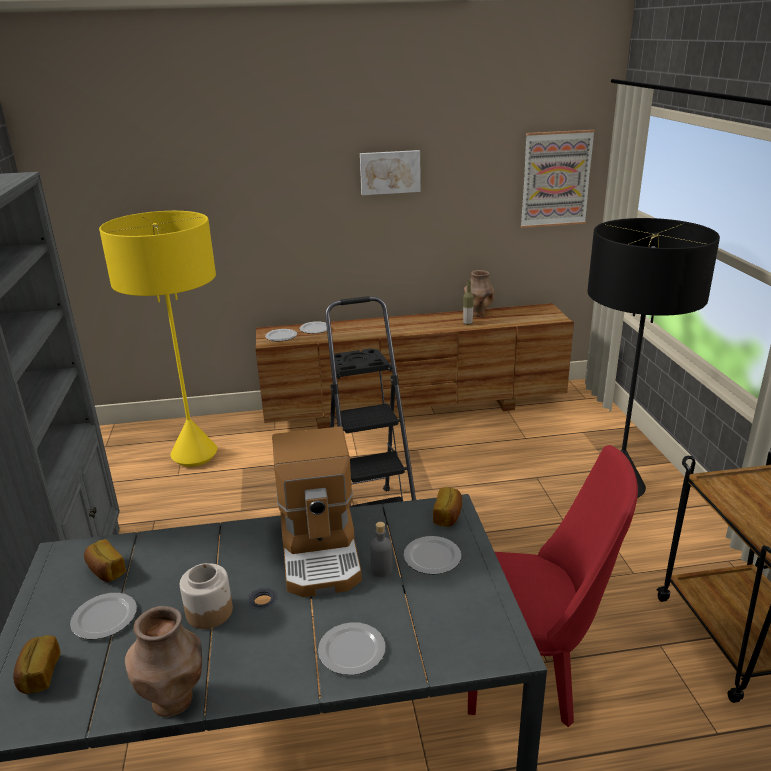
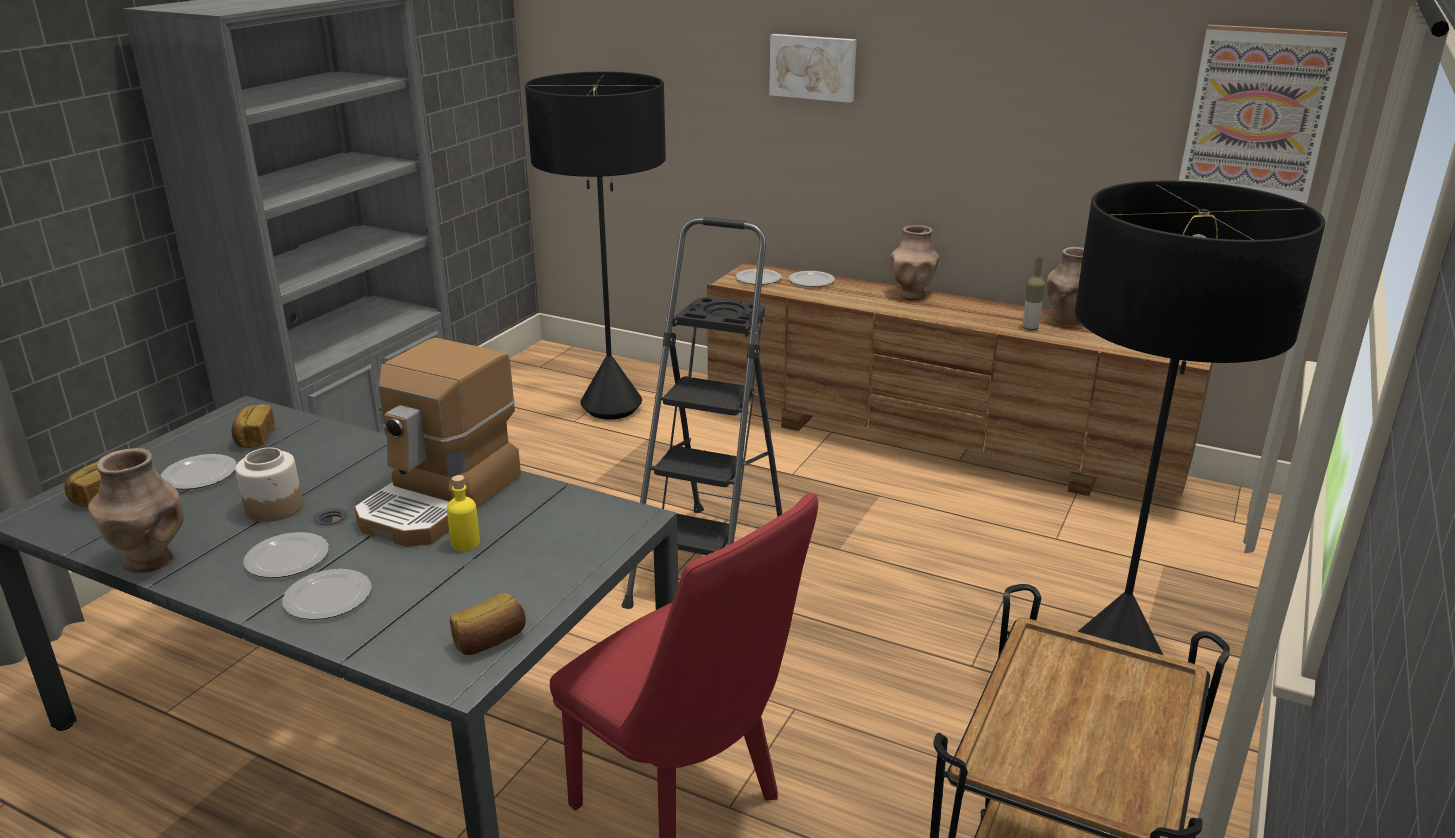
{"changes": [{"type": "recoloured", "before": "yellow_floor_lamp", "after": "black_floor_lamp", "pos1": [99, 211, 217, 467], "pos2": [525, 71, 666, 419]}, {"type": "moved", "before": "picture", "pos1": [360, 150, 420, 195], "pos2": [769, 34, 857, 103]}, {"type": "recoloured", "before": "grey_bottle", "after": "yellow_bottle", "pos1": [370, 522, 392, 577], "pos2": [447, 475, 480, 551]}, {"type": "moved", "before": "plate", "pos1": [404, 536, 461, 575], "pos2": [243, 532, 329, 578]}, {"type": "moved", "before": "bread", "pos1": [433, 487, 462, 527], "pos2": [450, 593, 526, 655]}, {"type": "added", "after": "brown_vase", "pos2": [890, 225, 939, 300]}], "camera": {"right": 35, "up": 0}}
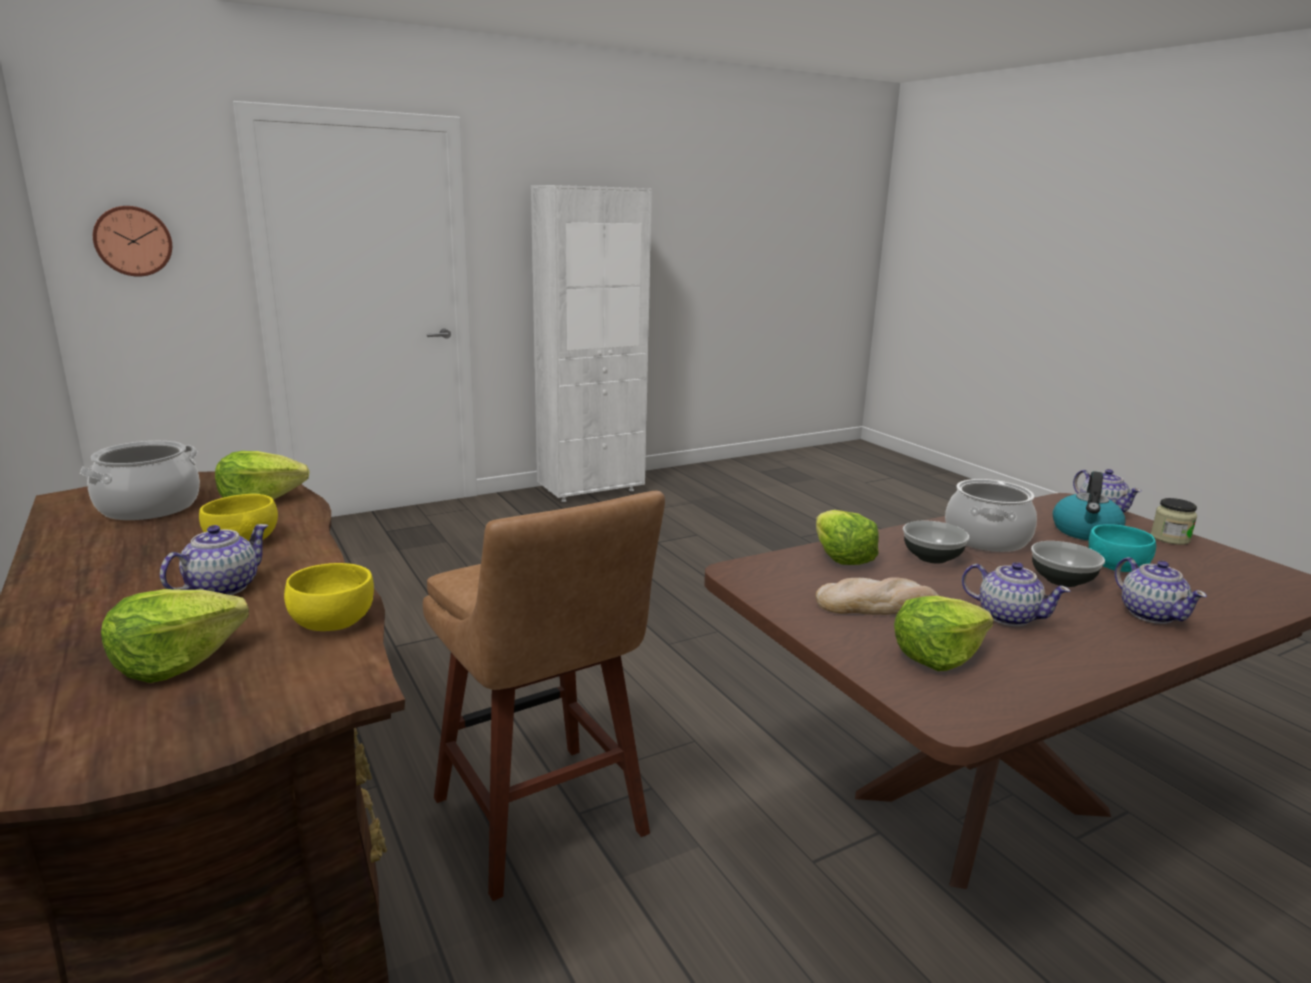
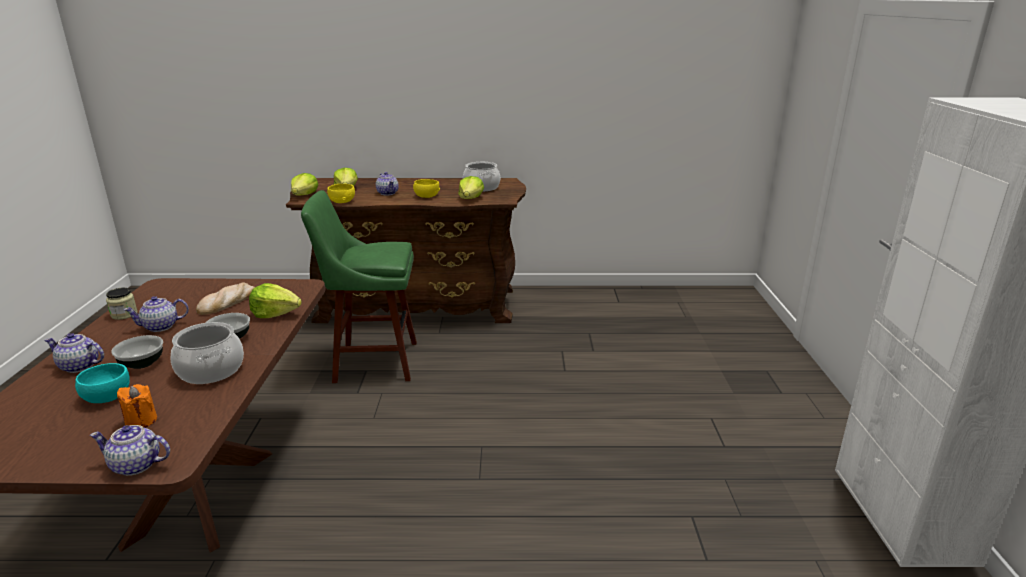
{"changes": [{"type": "removed", "before": "wall_clock", "pos1": [93, 206, 172, 277]}, {"type": "recoloured", "before": "brown_stool", "after": "green_stool", "pos1": [423, 491, 665, 901], "pos2": [301, 190, 417, 383]}, {"type": "moved", "before": "lettuce", "pos1": [894, 596, 994, 671], "pos2": [291, 173, 318, 195]}, {"type": "replaced", "before": "kettle", "after": "orange_candle", "pos1": [1053, 471, 1126, 541], "pos2": [117, 384, 157, 428]}, {"type": "moved", "before": "jar", "pos1": [1151, 498, 1197, 545], "pos2": [106, 288, 137, 320]}], "camera": {"right": 120, "up": 5}}
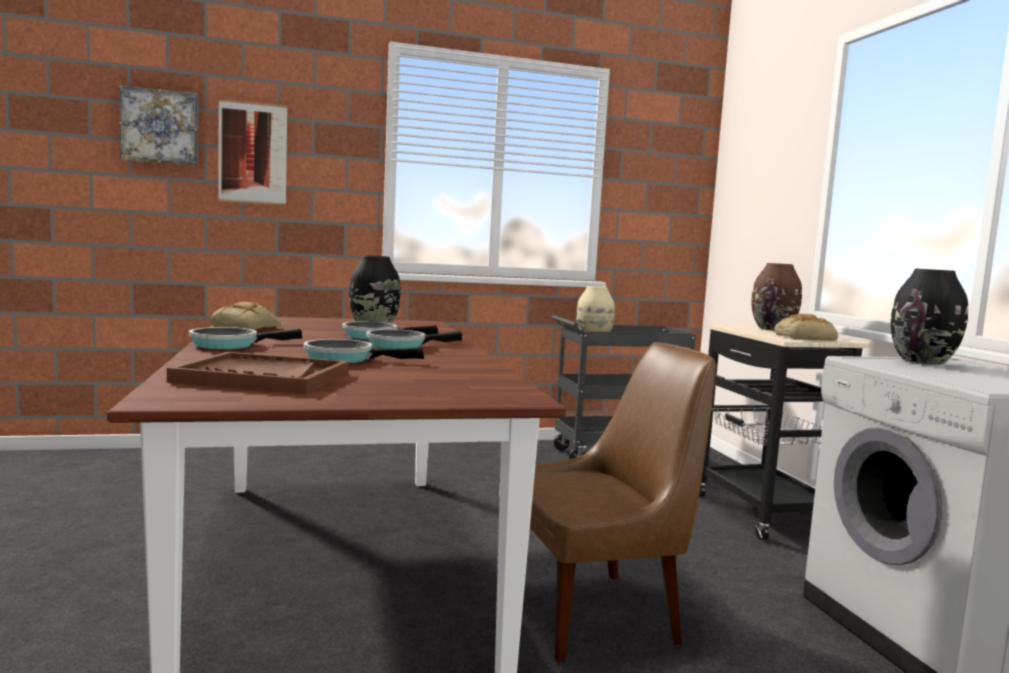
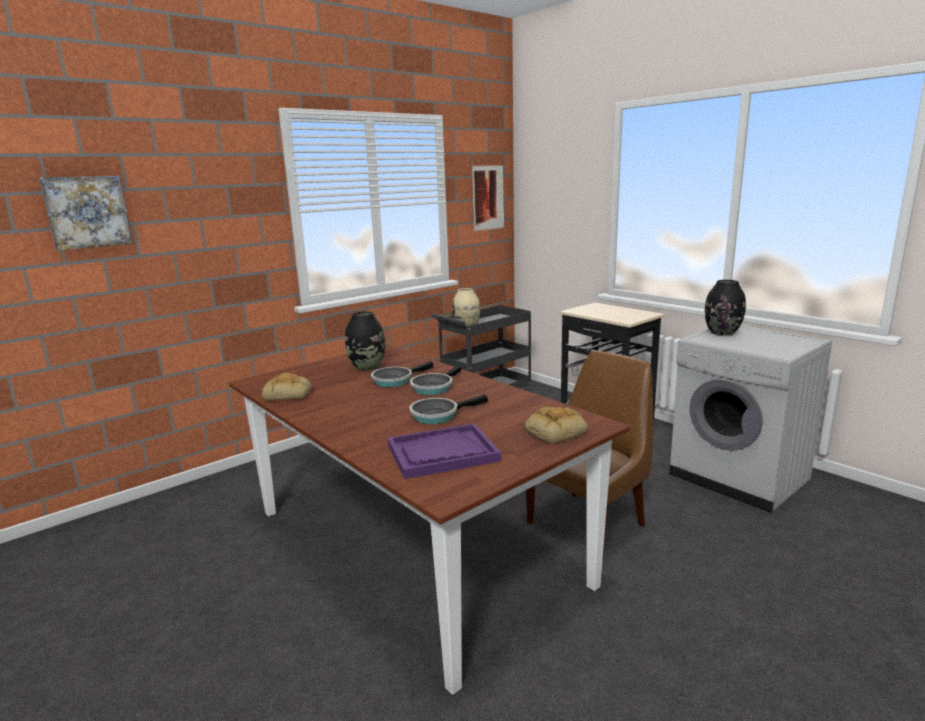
{"changes": [{"type": "recoloured", "before": "brown_tray", "after": "purple_tray", "pos1": [167, 352, 349, 394], "pos2": [388, 423, 501, 479]}, {"type": "removed", "before": "frying_pan", "pos1": [189, 327, 302, 350]}, {"type": "moved", "before": "picture", "pos1": [218, 99, 287, 205], "pos2": [472, 165, 504, 232]}, {"type": "removed", "before": "brown_vase", "pos1": [751, 263, 802, 331]}, {"type": "moved", "before": "bread", "pos1": [774, 314, 838, 340], "pos2": [524, 407, 588, 444]}], "camera": {"right": -25, "up": 10}}
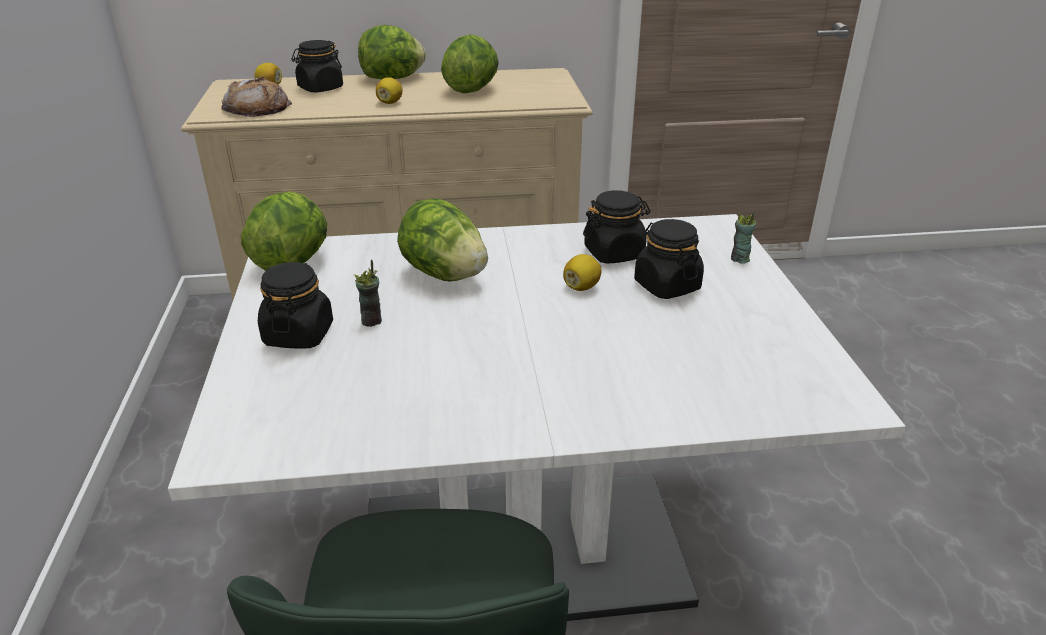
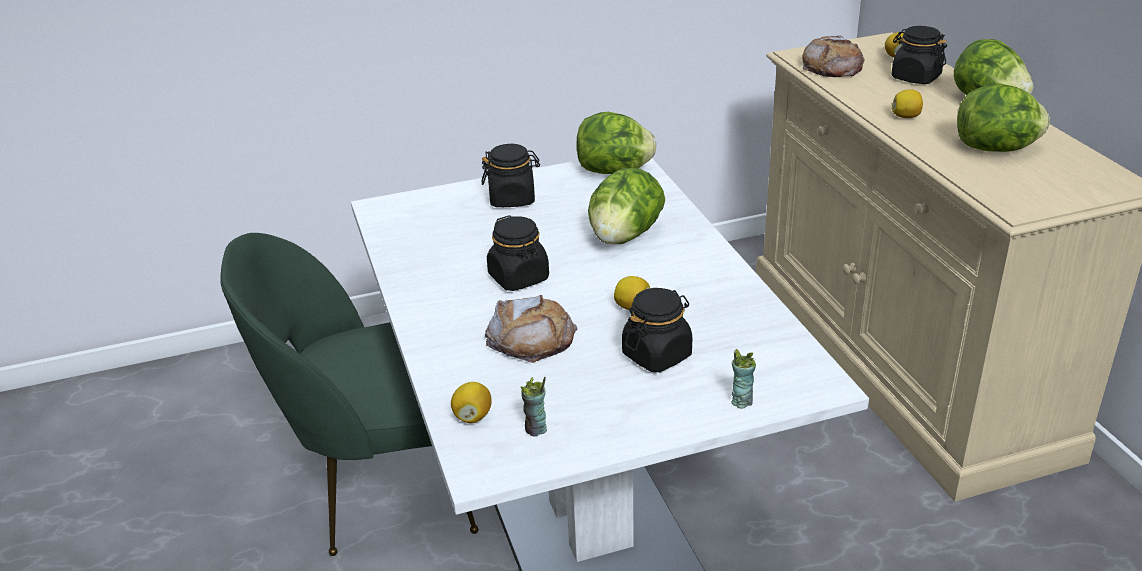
{"changes": [{"type": "moved", "before": "cup", "pos1": [353, 260, 382, 327], "pos2": [521, 377, 547, 436]}, {"type": "moved", "before": "black_jar", "pos1": [583, 190, 651, 264], "pos2": [487, 215, 549, 291]}, {"type": "added", "after": "lemon", "pos2": [451, 382, 491, 423]}, {"type": "added", "after": "bread", "pos2": [485, 295, 578, 363]}], "camera": {"right": 80, "up": 0}}
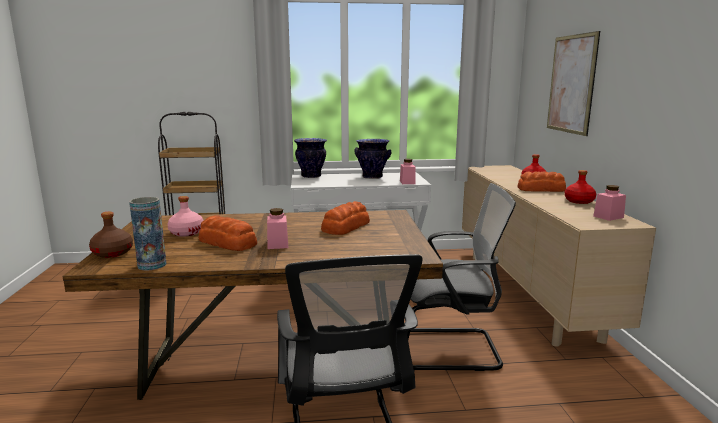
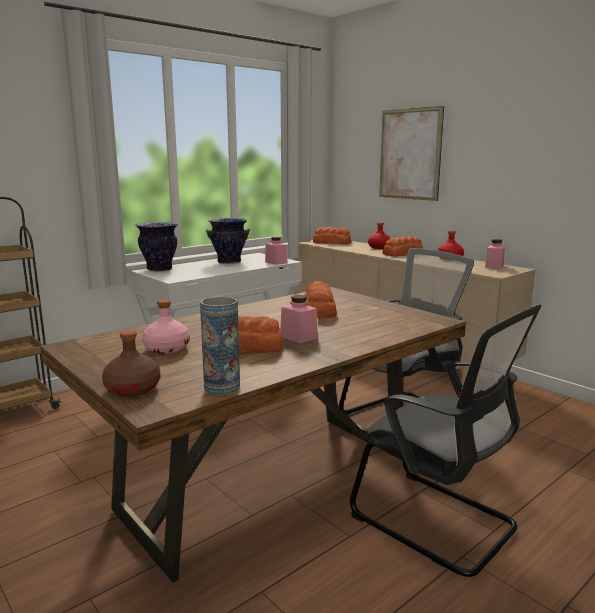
{"changes": [{"type": "added", "after": "bread", "pos2": [313, 227, 351, 244]}], "camera": {"right": -35, "up": 0}}
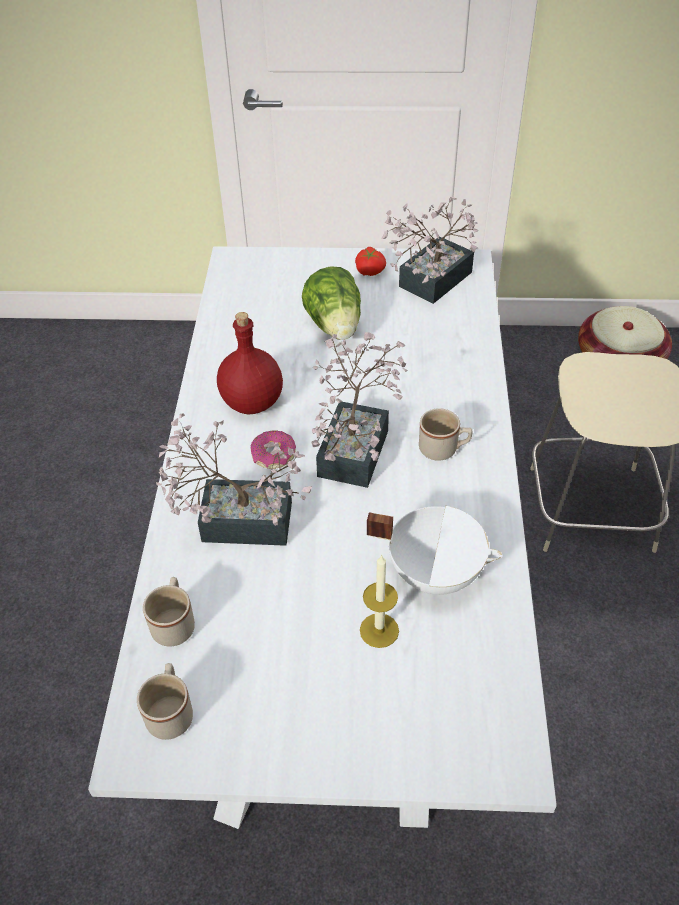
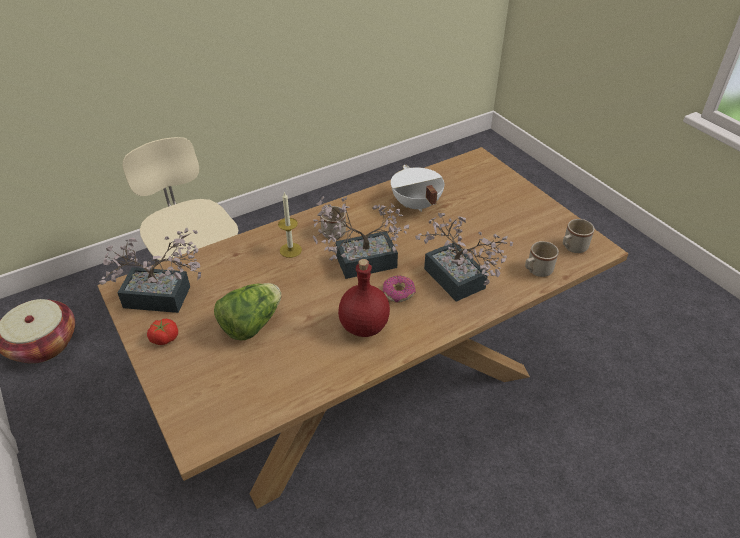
{"changes": [{"type": "recoloured", "before": "white_dining_table", "after": "brown_dining_table", "pos1": [88, 246, 557, 829], "pos2": [97, 147, 628, 509]}, {"type": "moved", "before": "candle", "pos1": [360, 554, 399, 648], "pos2": [278, 191, 302, 258]}], "camera": {"right": -125, "up": -5}}
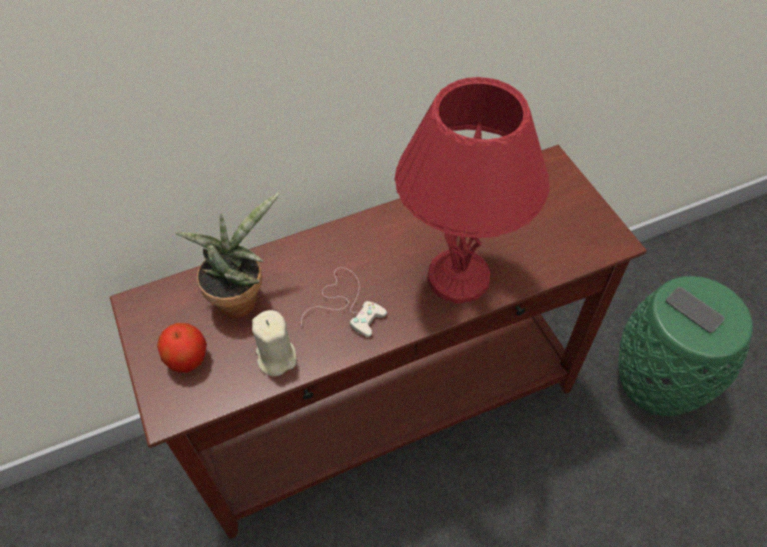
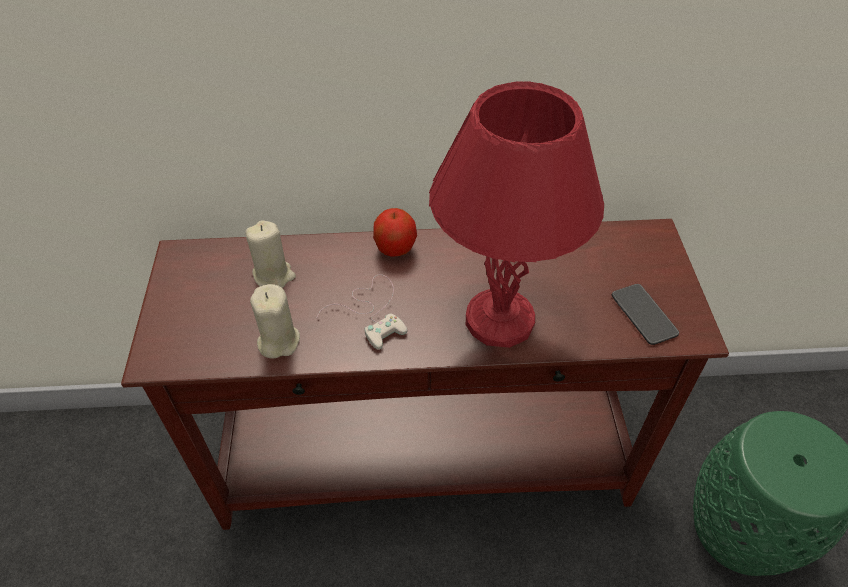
{"changes": [{"type": "moved", "before": "apple", "pos1": [157, 323, 207, 373], "pos2": [373, 208, 417, 257]}, {"type": "replaced", "before": "potted_plant", "after": "beige_candle", "pos1": [176, 193, 279, 318], "pos2": [245, 220, 296, 288]}, {"type": "moved", "before": "phone", "pos1": [666, 287, 725, 333], "pos2": [612, 284, 679, 345]}], "camera": {"right": 20, "up": -5}}
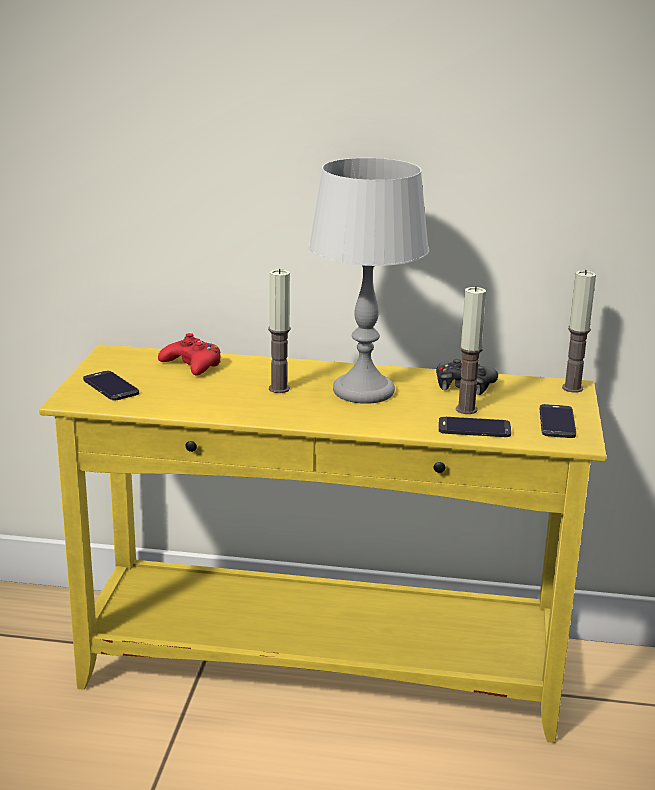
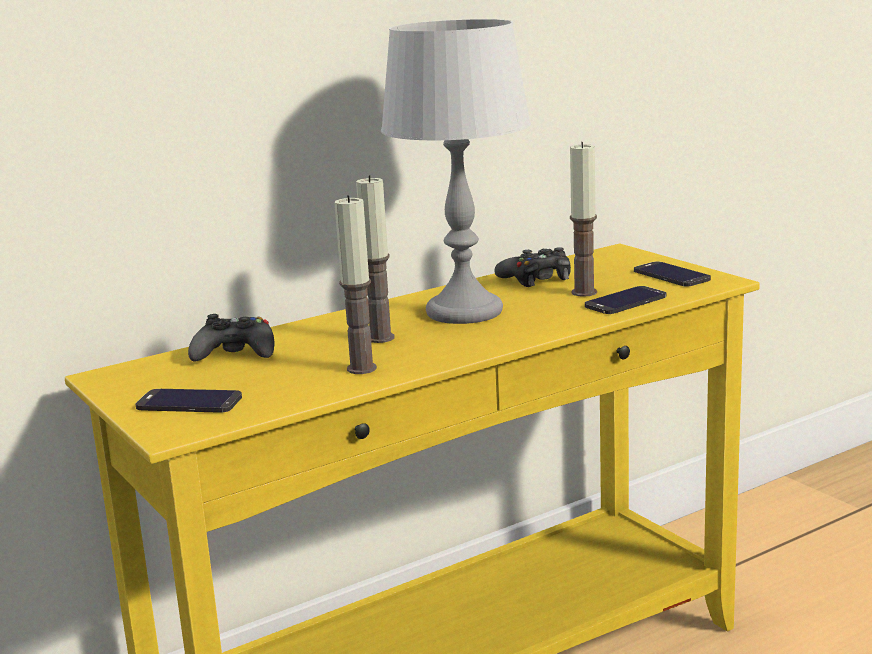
{"changes": [{"type": "recoloured", "before": "red_game_controller", "after": "black_game_controller", "pos1": [158, 333, 221, 375], "pos2": [188, 314, 274, 361]}, {"type": "moved", "before": "candle", "pos1": [562, 270, 596, 393], "pos2": [334, 195, 377, 374]}], "camera": {"right": -40, "up": -5}}
